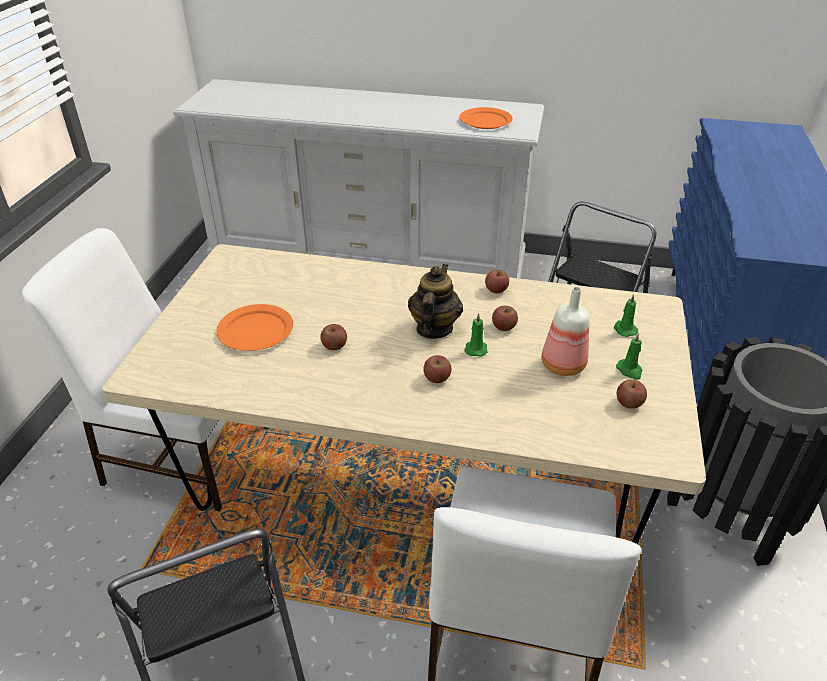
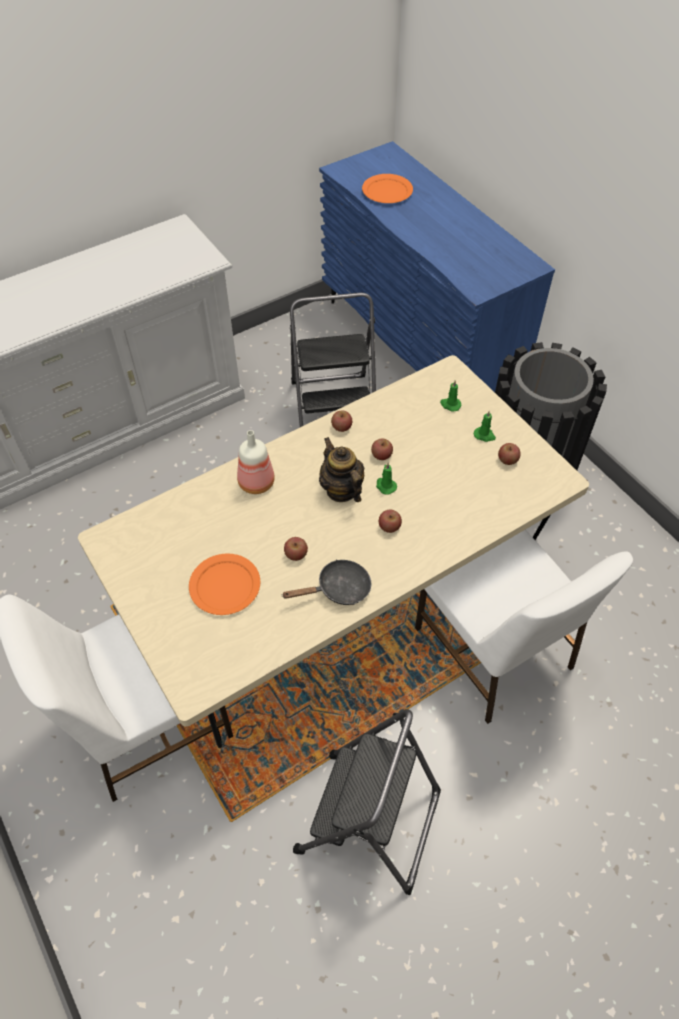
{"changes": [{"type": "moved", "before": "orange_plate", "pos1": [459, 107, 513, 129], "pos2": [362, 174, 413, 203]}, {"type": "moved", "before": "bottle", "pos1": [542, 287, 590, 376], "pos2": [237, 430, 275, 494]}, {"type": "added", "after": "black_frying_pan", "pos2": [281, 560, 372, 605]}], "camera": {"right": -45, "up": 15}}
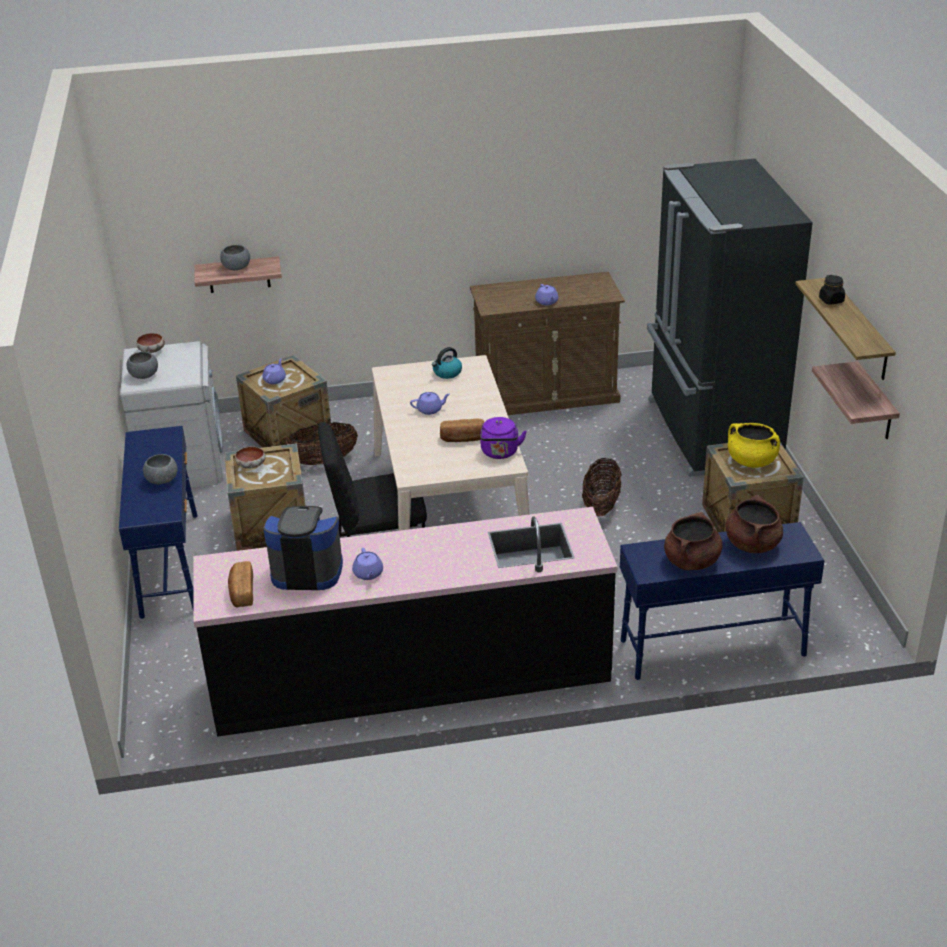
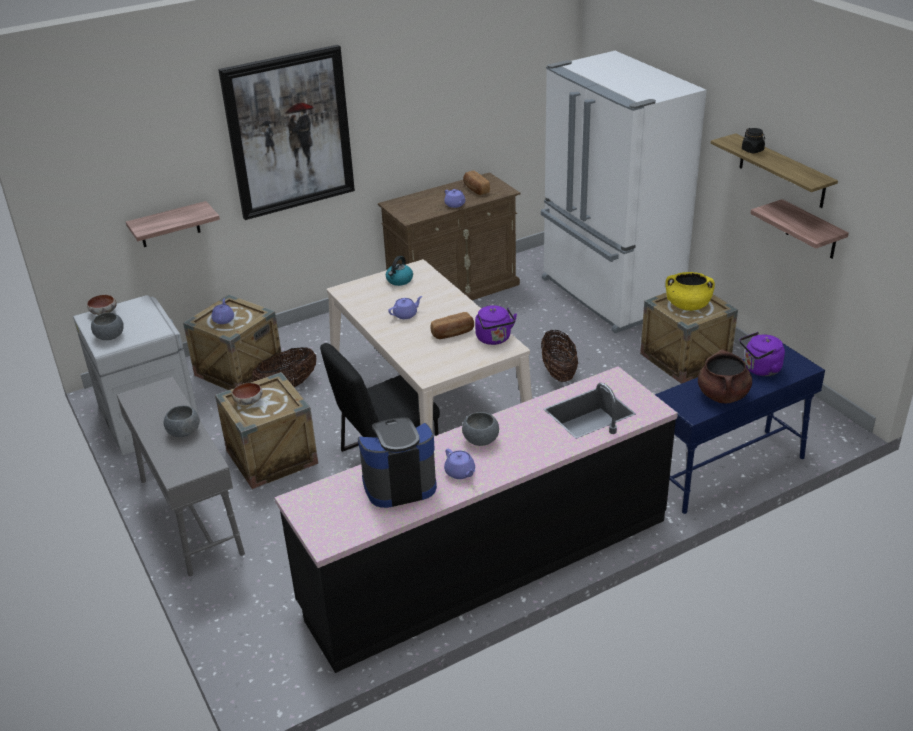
{"changes": [{"type": "recoloured", "before": "blue_console_table", "after": "grey_console_table", "pos1": [119, 426, 198, 619], "pos2": [117, 377, 245, 576]}, {"type": "moved", "before": "grey_bowl", "pos1": [220, 245, 250, 270], "pos2": [462, 412, 499, 446]}, {"type": "moved", "before": "bread", "pos1": [228, 561, 253, 607], "pos2": [463, 171, 490, 195]}, {"type": "recoloured", "before": "black_fridge", "after": "white_fridge", "pos1": [647, 159, 813, 477], "pos2": [541, 51, 707, 333]}, {"type": "replaced", "before": "brown_cooking_pot", "after": "purple_kettle", "pos1": [726, 495, 783, 553], "pos2": [740, 332, 785, 376]}, {"type": "added", "after": "picture", "pos2": [218, 45, 355, 220]}], "camera": {"right": -20, "up": 0}}
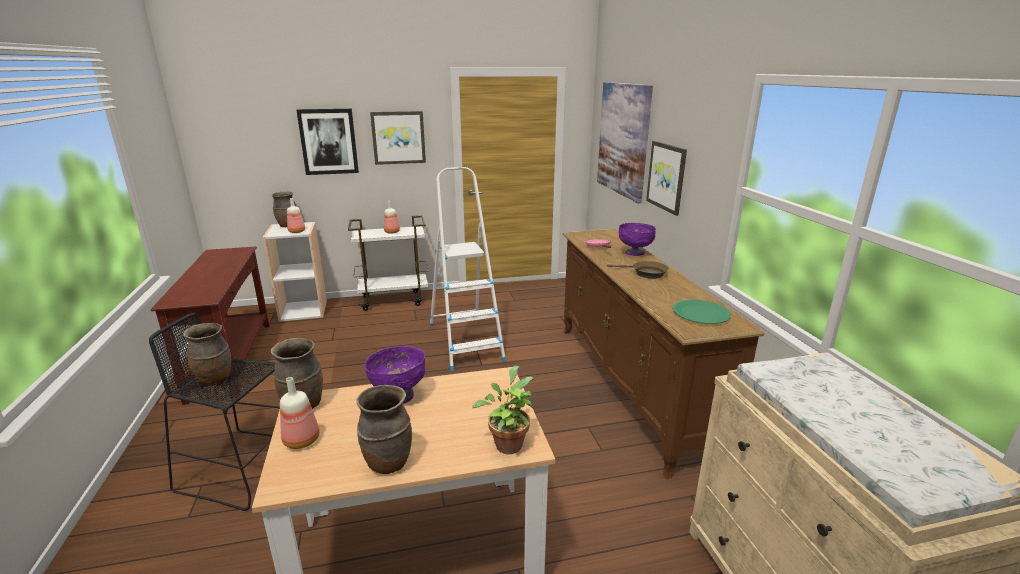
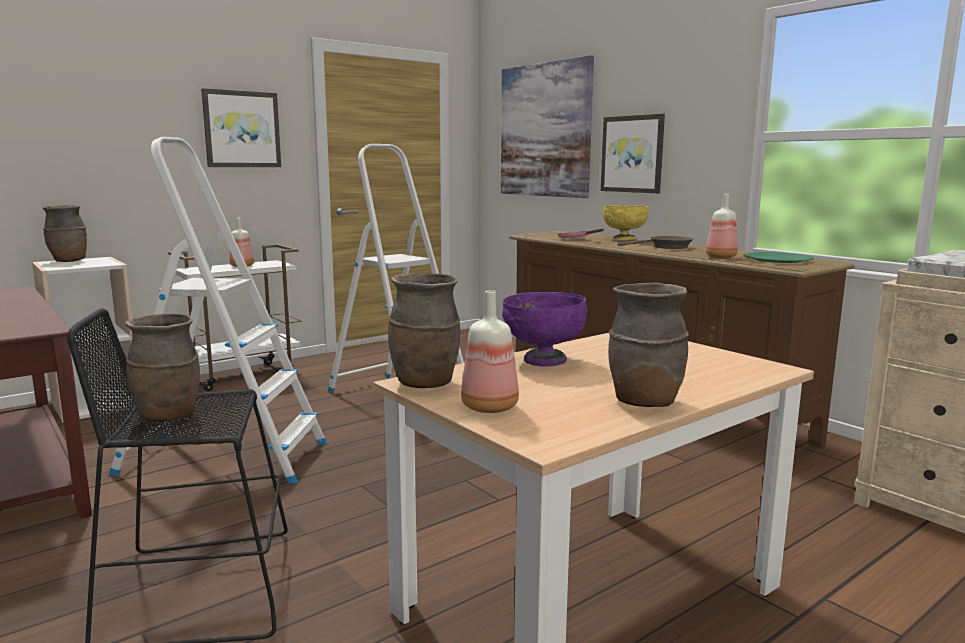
{"changes": [{"type": "moved", "before": "bottle", "pos1": [287, 198, 305, 233], "pos2": [706, 194, 738, 258]}, {"type": "removed", "before": "picture", "pos1": [296, 109, 359, 175]}, {"type": "removed", "before": "potted_plant", "pos1": [472, 366, 534, 454]}, {"type": "recoloured", "before": "purple_bowl", "after": "yellow_bowl", "pos1": [619, 223, 656, 256], "pos2": [603, 205, 649, 240]}, {"type": "added", "after": "white_step_ladder", "pos2": [109, 137, 328, 484]}], "camera": {"right": -25, "up": -10}}
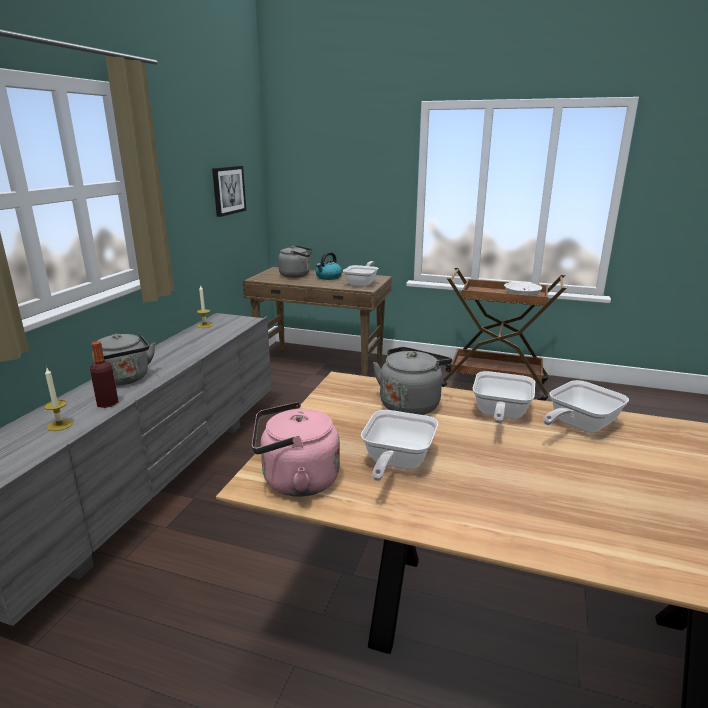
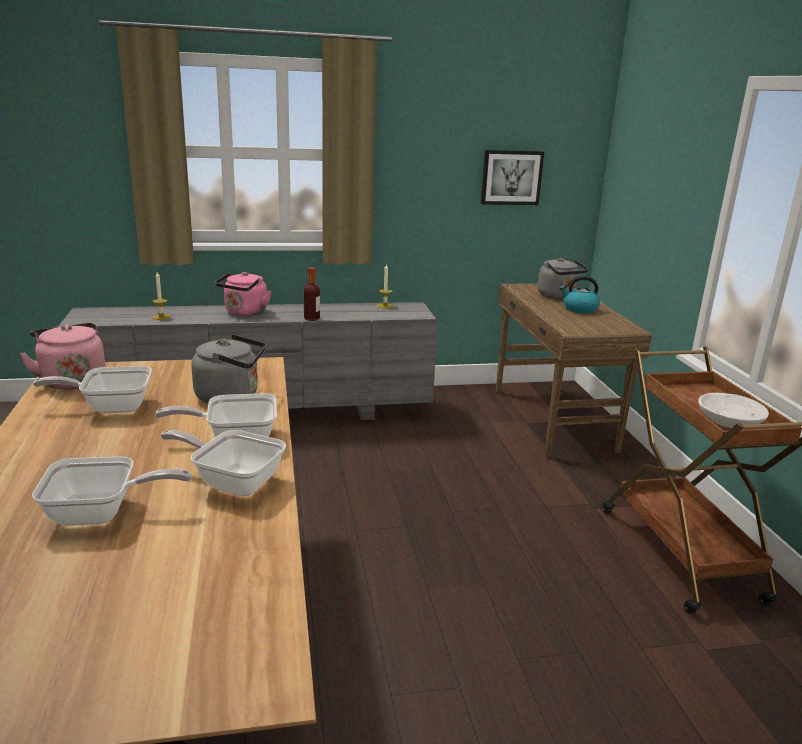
{"changes": [{"type": "moved", "before": "bottle", "pos1": [90, 341, 118, 408], "pos2": [304, 267, 320, 321]}, {"type": "recoloured", "before": "grey_kettle", "after": "pink_kettle", "pos1": [92, 333, 155, 386], "pos2": [215, 272, 271, 316]}, {"type": "moved", "before": "frying_pan", "pos1": [343, 261, 378, 287], "pos2": [32, 456, 192, 526]}], "camera": {"right": 60, "up": 0}}
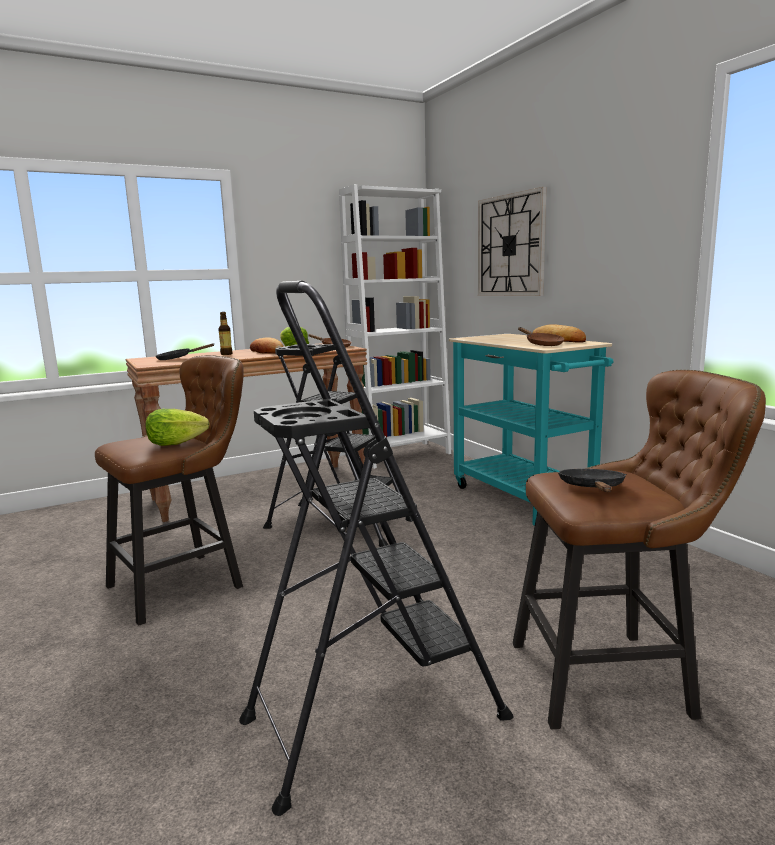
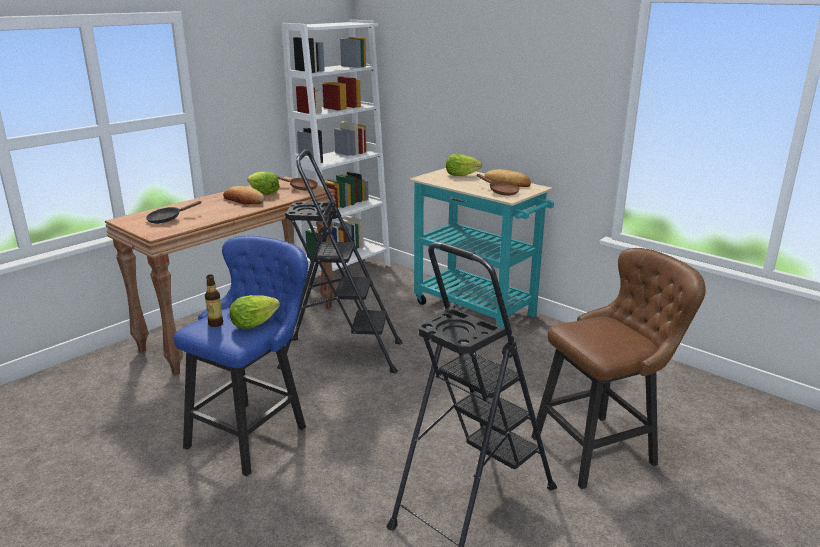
{"changes": [{"type": "recoloured", "before": "brown_stool", "after": "blue_stool", "pos1": [95, 355, 244, 626], "pos2": [174, 235, 308, 476]}, {"type": "moved", "before": "bottle", "pos1": [218, 312, 233, 355], "pos2": [205, 274, 223, 327]}, {"type": "removed", "before": "wall_clock", "pos1": [478, 187, 546, 296]}, {"type": "removed", "before": "black_frying_pan", "pos1": [558, 469, 626, 492]}, {"type": "added", "after": "lettuce", "pos2": [446, 154, 482, 176]}], "camera": {"right": -20, "up": 10}}
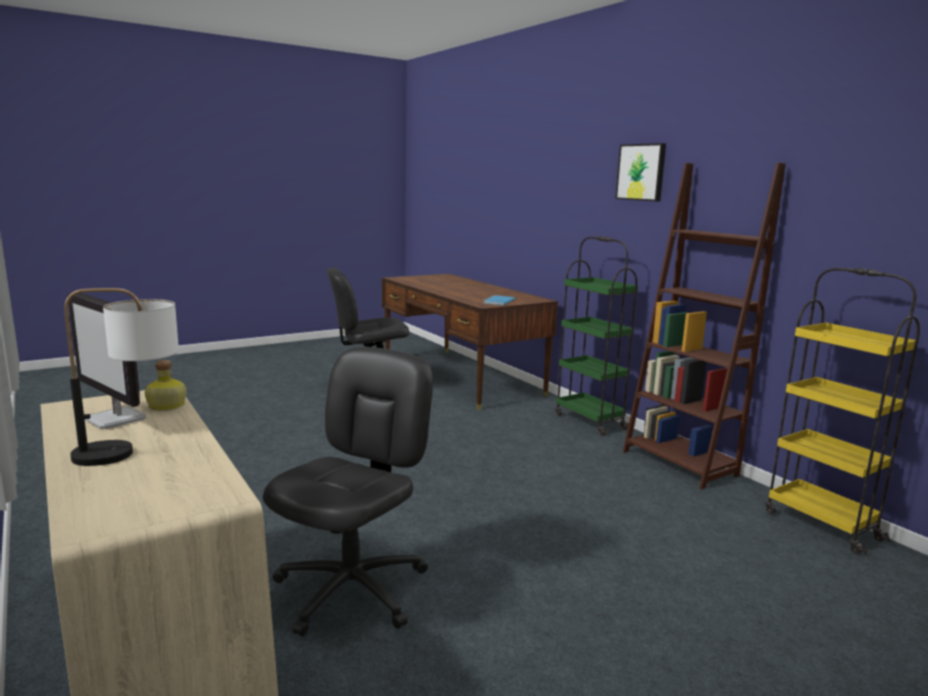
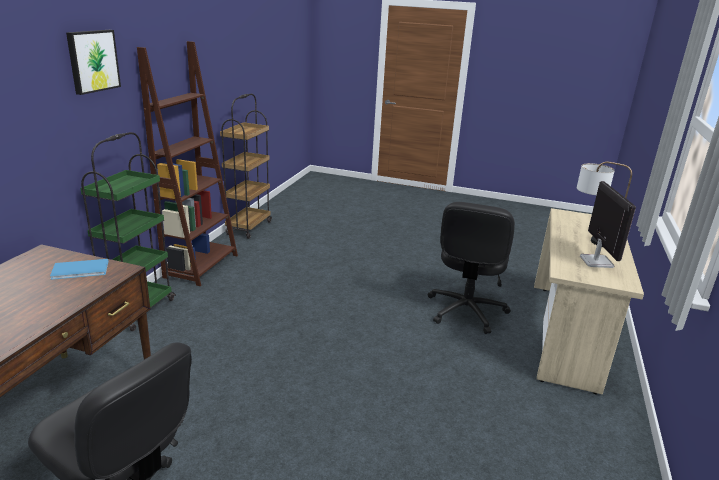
{"changes": [{"type": "removed", "before": "bottle", "pos1": [145, 360, 186, 411]}, {"type": "turned", "before": "black_office_chair", "pos1": [263, 347, 433, 637], "pos2": [427, 202, 515, 334], "turn": -60}, {"type": "recoloured", "before": "yellow_cart", "after": "brown_cart", "pos1": [765, 268, 920, 555], "pos2": [220, 94, 272, 239]}], "camera": {"right": -130, "up": 10}}
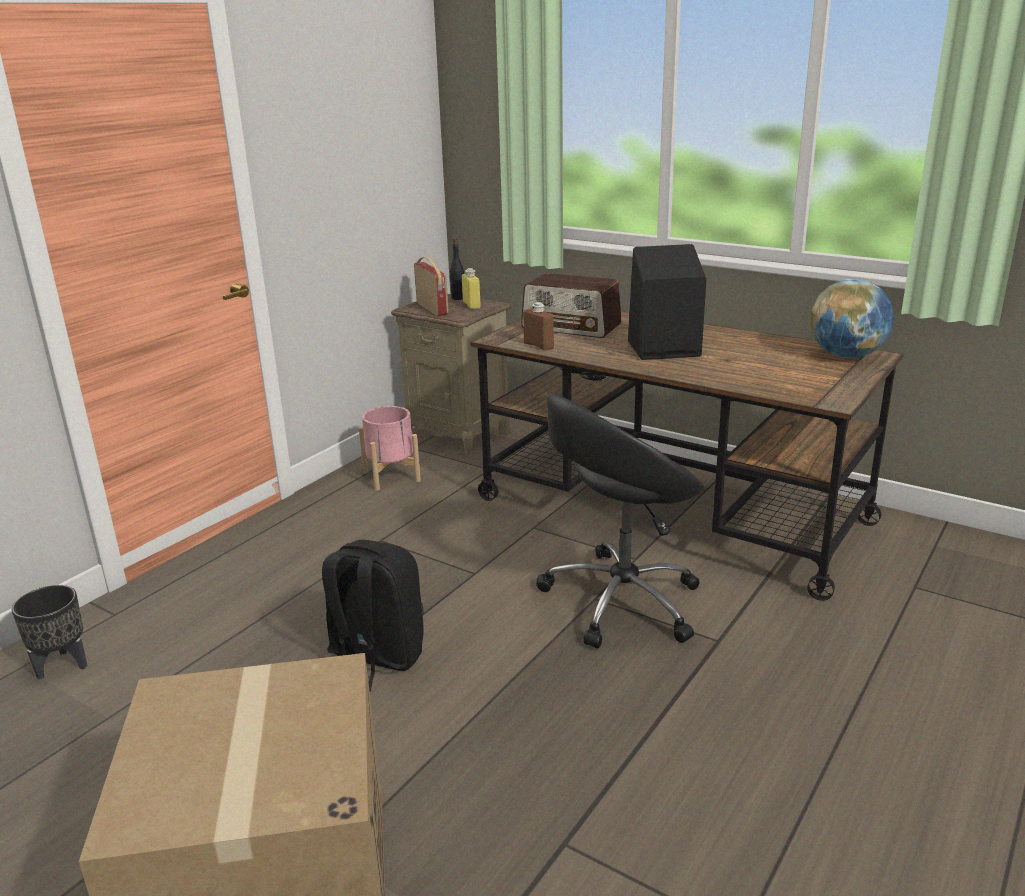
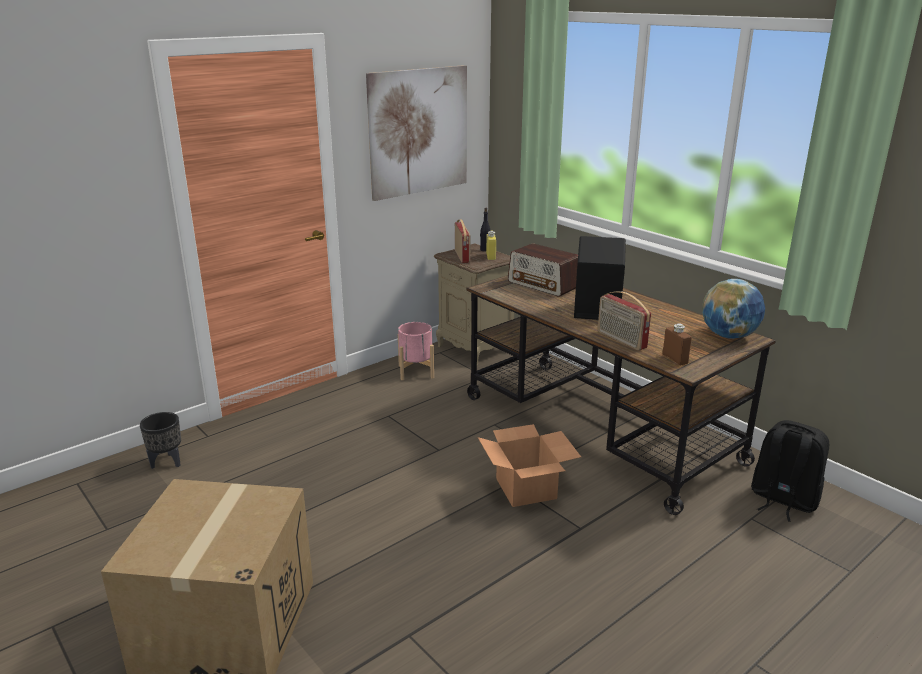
{"changes": [{"type": "moved", "before": "black_backpack", "pos1": [322, 540, 424, 691], "pos2": [751, 420, 829, 522]}, {"type": "moved", "before": "brown_bottle", "pos1": [523, 302, 554, 351], "pos2": [662, 323, 692, 365]}, {"type": "replaced", "before": "black_office_chair", "after": "cardboard_box", "pos1": [536, 391, 704, 649], "pos2": [478, 424, 581, 507]}, {"type": "added", "after": "picture", "pos2": [366, 65, 467, 201]}, {"type": "added", "after": "radio", "pos2": [598, 291, 651, 351]}], "camera": {"right": 15, "up": 0}}
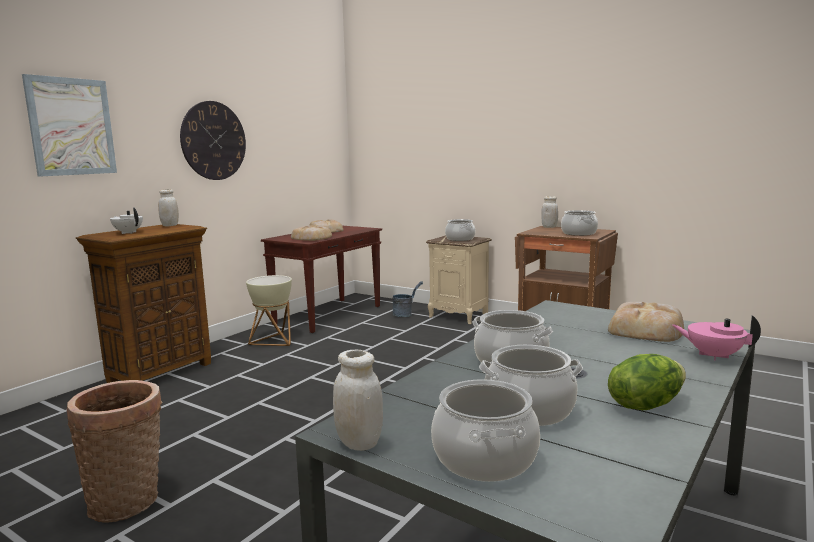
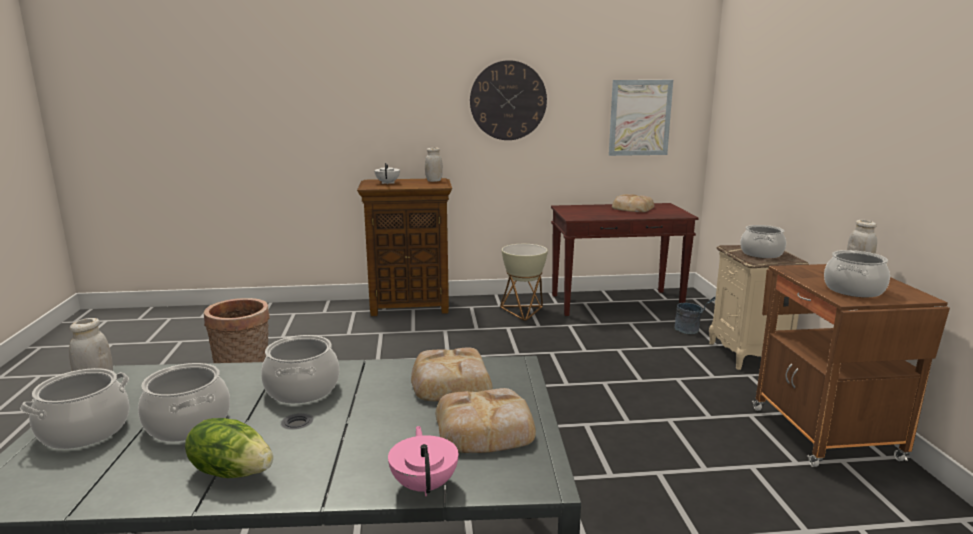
{"changes": [{"type": "moved", "before": "picture", "pos1": [22, 74, 117, 177], "pos2": [609, 80, 673, 156]}, {"type": "moved", "before": "bread", "pos1": [291, 225, 332, 241], "pos2": [411, 348, 492, 402]}], "camera": {"right": 50, "up": 5}}
